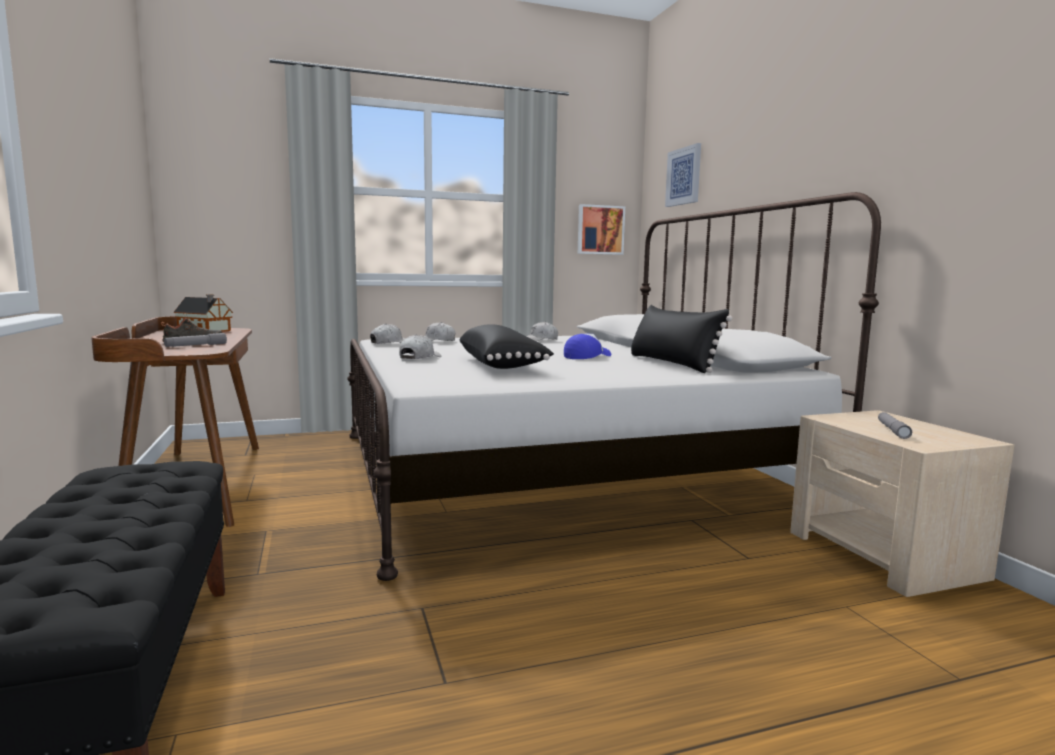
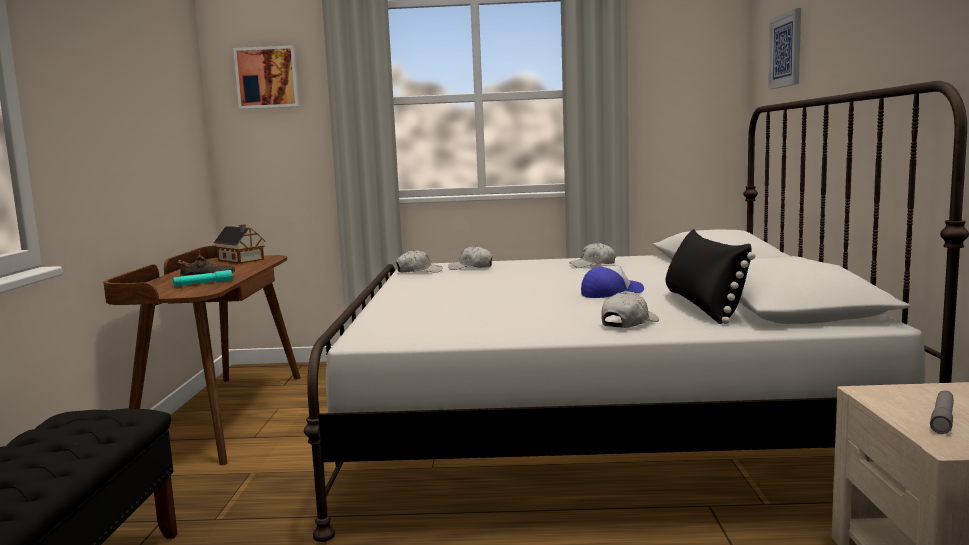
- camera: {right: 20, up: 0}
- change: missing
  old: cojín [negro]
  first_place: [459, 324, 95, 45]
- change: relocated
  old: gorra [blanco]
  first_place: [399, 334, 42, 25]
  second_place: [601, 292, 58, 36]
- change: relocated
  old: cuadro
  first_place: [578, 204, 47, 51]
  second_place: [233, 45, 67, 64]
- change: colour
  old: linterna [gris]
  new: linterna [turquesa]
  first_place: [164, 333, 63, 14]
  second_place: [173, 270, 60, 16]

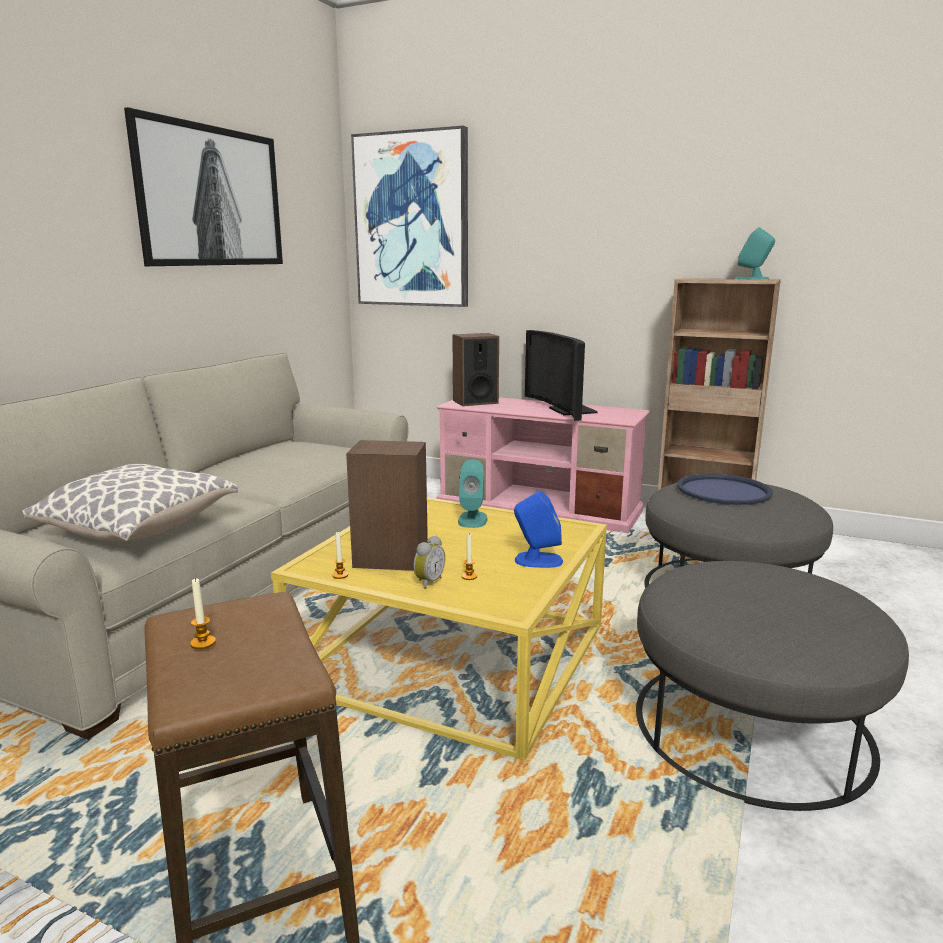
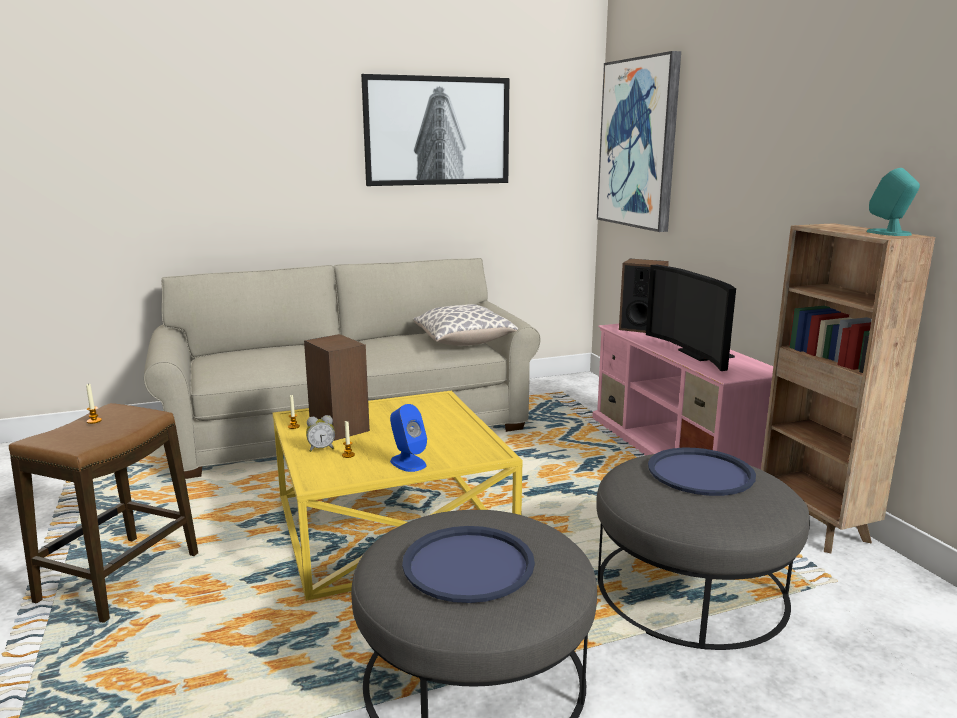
- camera: {right: 45, up: 0}
- change: missing
  old: altavoz [turquesa]
  first_place: [458, 459, 30, 69]
- change: appeared
  new: bandeja [azul]
  second_place: [402, 526, 133, 77]
- change: relocated
  old: cojín
  first_place: [22, 464, 216, 77]
  second_place: [413, 304, 105, 42]
- change: spun
  old: televisor
  first_place: [525, 330, 73, 91]
  second_place: [646, 265, 90, 106]
  degrees: -45

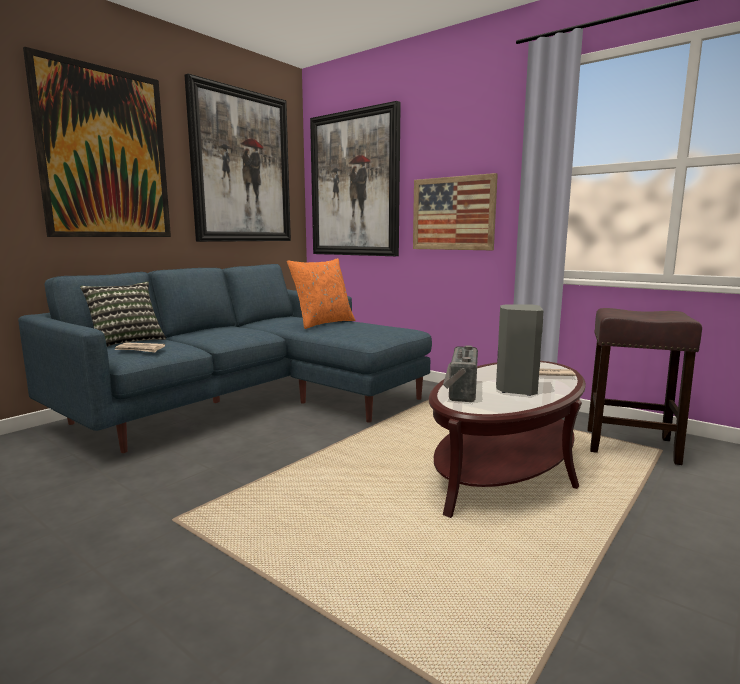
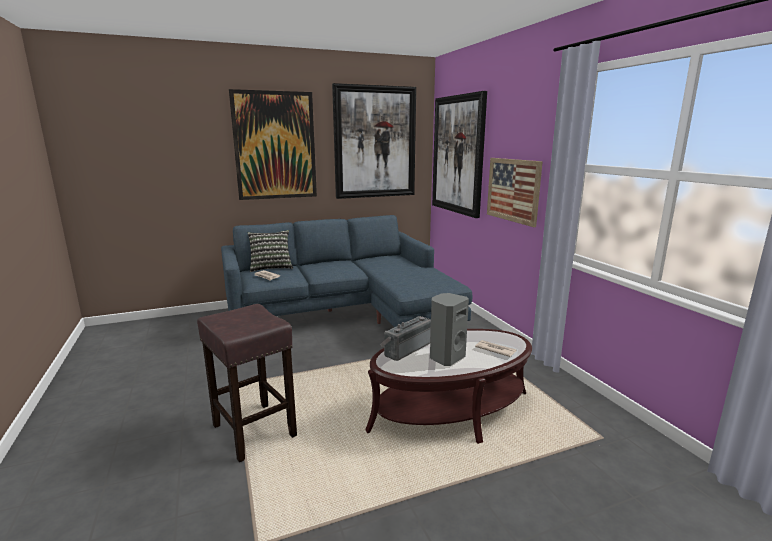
- camera: {right: 30, up: 5}
- change: missing
  old: cojín [naranja]
  first_place: [287, 258, 68, 71]
- change: relocated
  old: taburete [marrón]
  first_place: [587, 308, 115, 157]
  second_place: [197, 304, 100, 158]

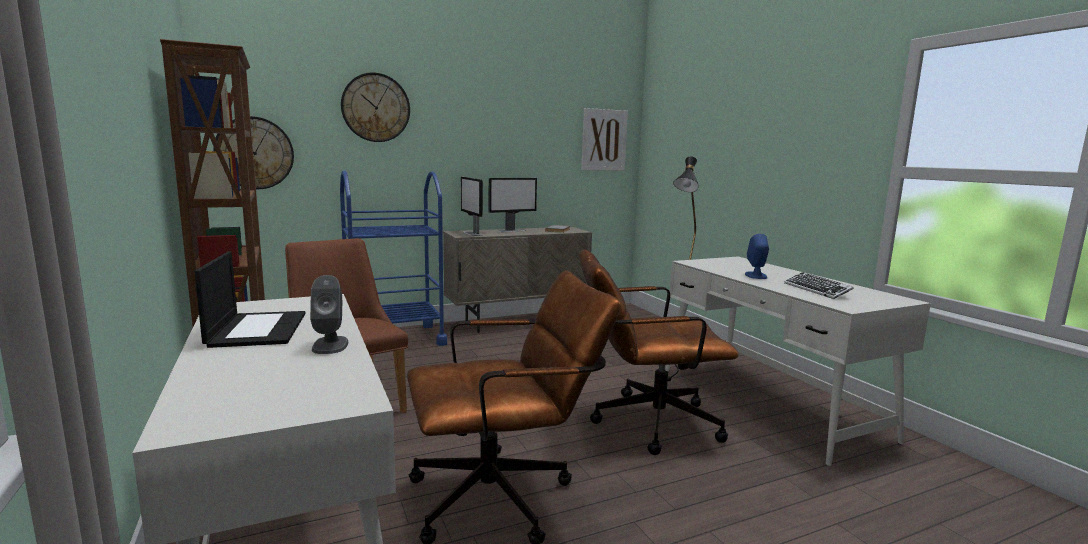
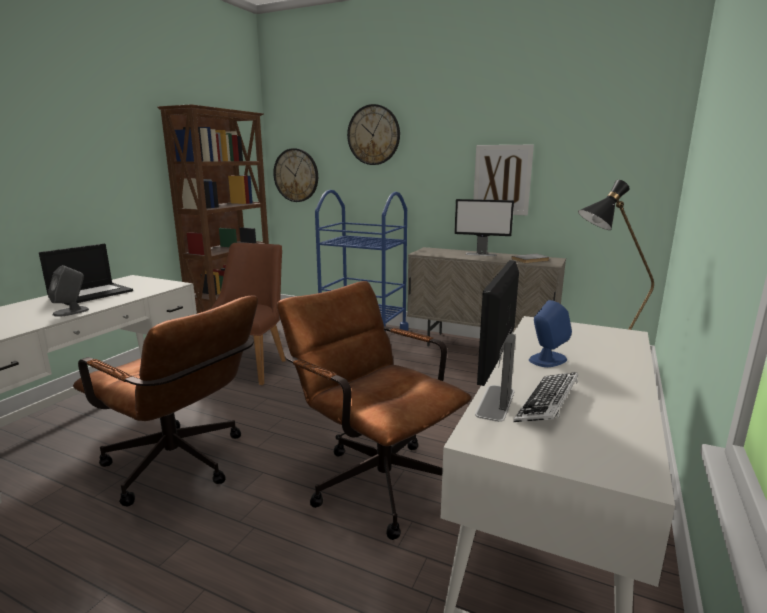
- camera: {right: 50, up: 5}
- change: relocated
  old: monitor
  first_place: [461, 177, 22, 59]
  second_place: [475, 260, 44, 162]
- change: relocated
  old: cuadro
  first_place: [581, 108, 47, 63]
  second_place: [473, 145, 61, 71]

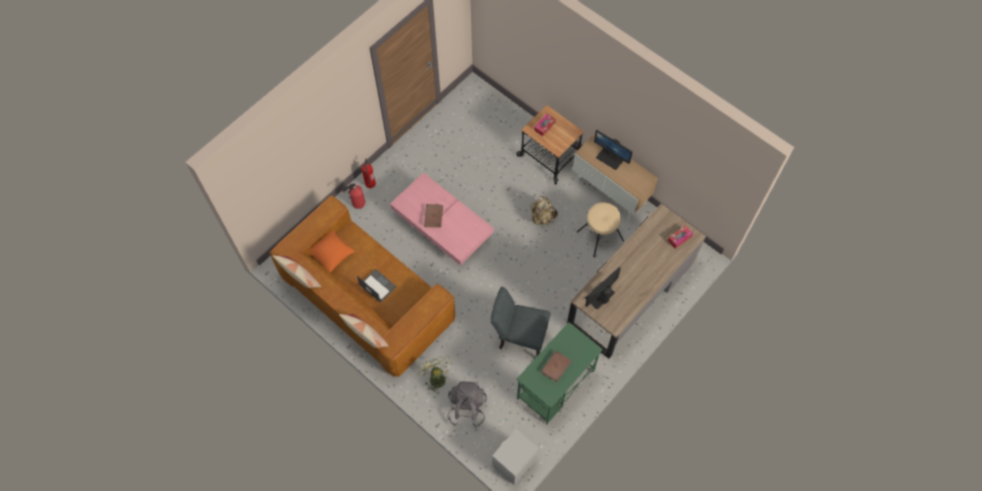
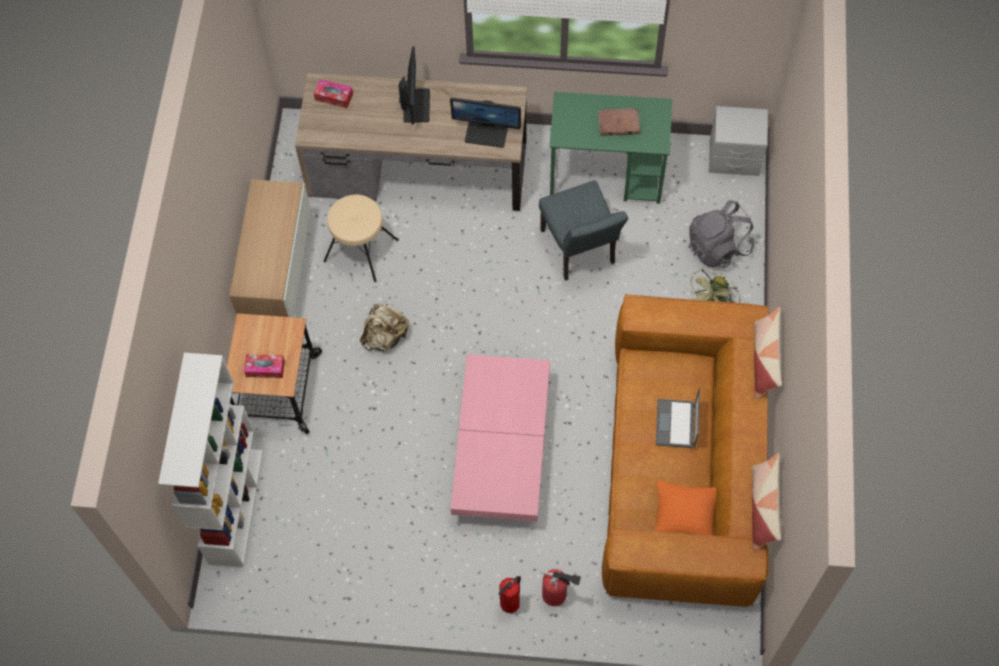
- camera: {right: -125, up: 0}
- change: missing
  old: libro [marrón]
  first_place: [424, 204, 19, 24]
- change: appeared
  new: estantería [blanco]
  second_place: [158, 353, 105, 215]
- change: relocated
  old: monitor
  first_place: [594, 130, 39, 40]
  second_place: [399, 46, 31, 78]

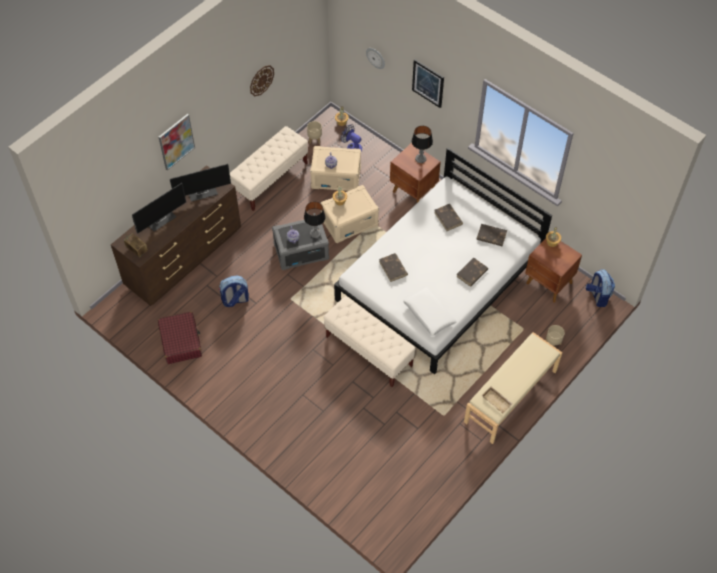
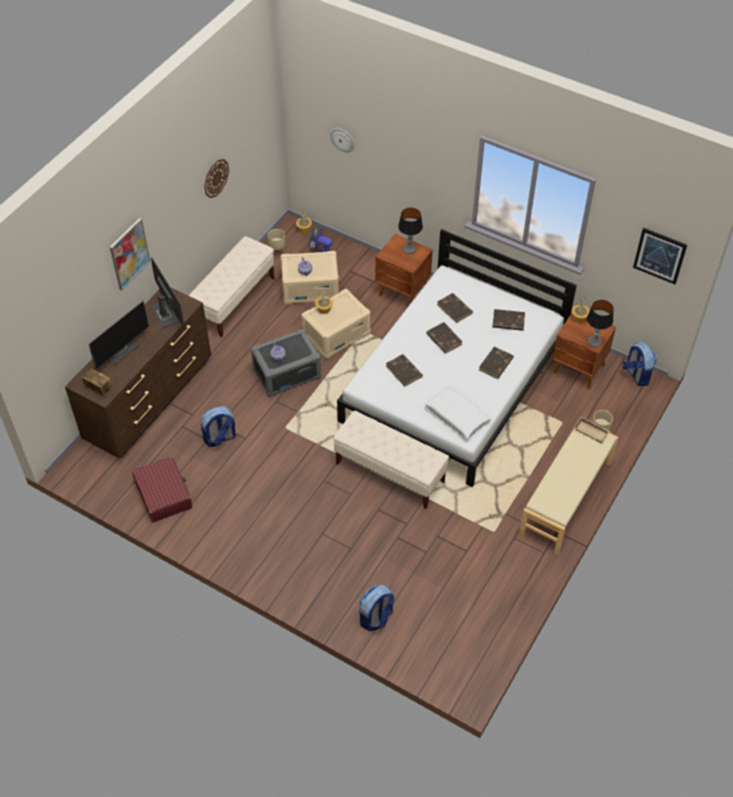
- camera: {right: -10, up: -5}
- change: appeared
  new: mochila
  second_place: [359, 585, 35, 46]
- change: appeared
  new: libro [marrón]
  second_place: [426, 322, 36, 32]
- change: relocated
  old: lámpara de mesa
  first_place: [304, 202, 22, 36]
  second_place: [587, 300, 27, 47]
- change: relocated
  old: cuadro
  first_place: [412, 59, 32, 49]
  second_place: [633, 228, 54, 56]
- change: relocated
  old: bandeja [beis]
  first_place: [482, 387, 30, 26]
  second_place: [574, 417, 36, 26]
- change: spun
  old: monitor
  first_place: [170, 164, 61, 38]
  second_place: [150, 258, 35, 71]
  degrees: -90

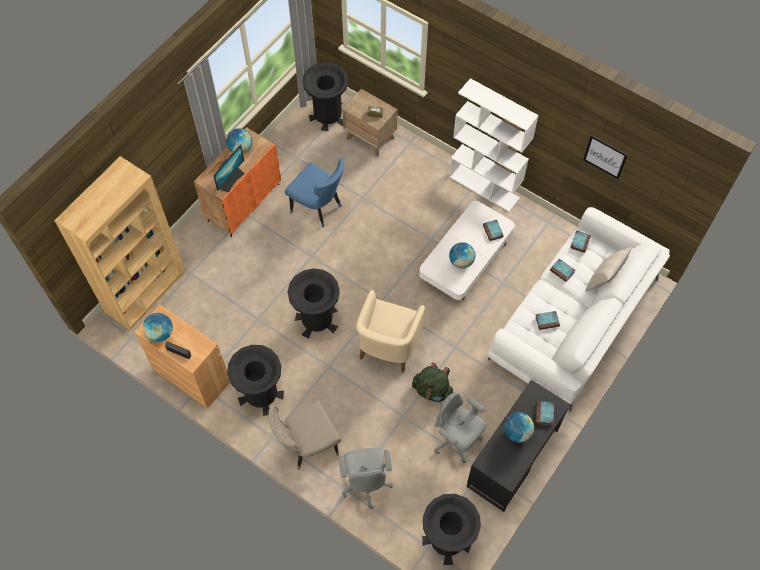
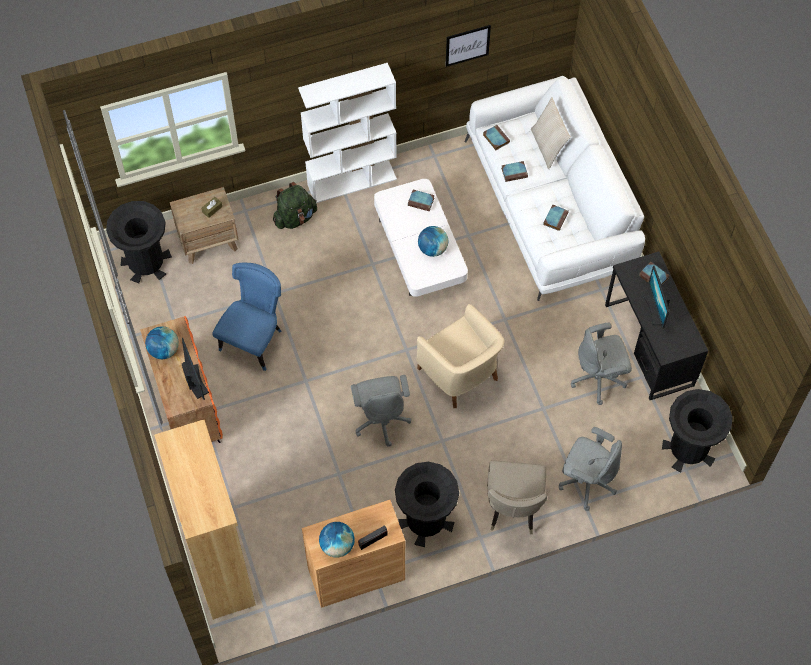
- camera: {right: -55, up: 0}
- change: relocated
  old: mochila [verde]
  first_place: [412, 362, 41, 40]
  second_place: [273, 182, 44, 47]
- change: exchanged
  old: papelera [negro]
  new: silla de oficina [gris]
  first_place: [288, 268, 52, 71]
  second_place: [351, 375, 60, 72]
- change: exchanged
  old: globo terráqueo
  new: monitor
  first_place: [504, 412, 30, 31]
  second_place: [644, 265, 26, 63]
- change: spun
  old: silla [azul]
  first_place: [285, 158, 59, 69]
  second_place: [212, 263, 69, 108]
  degrees: -45

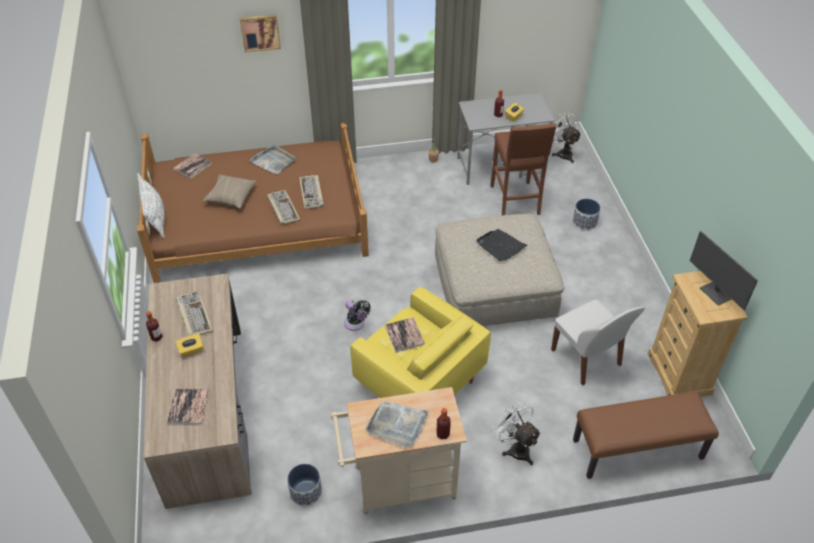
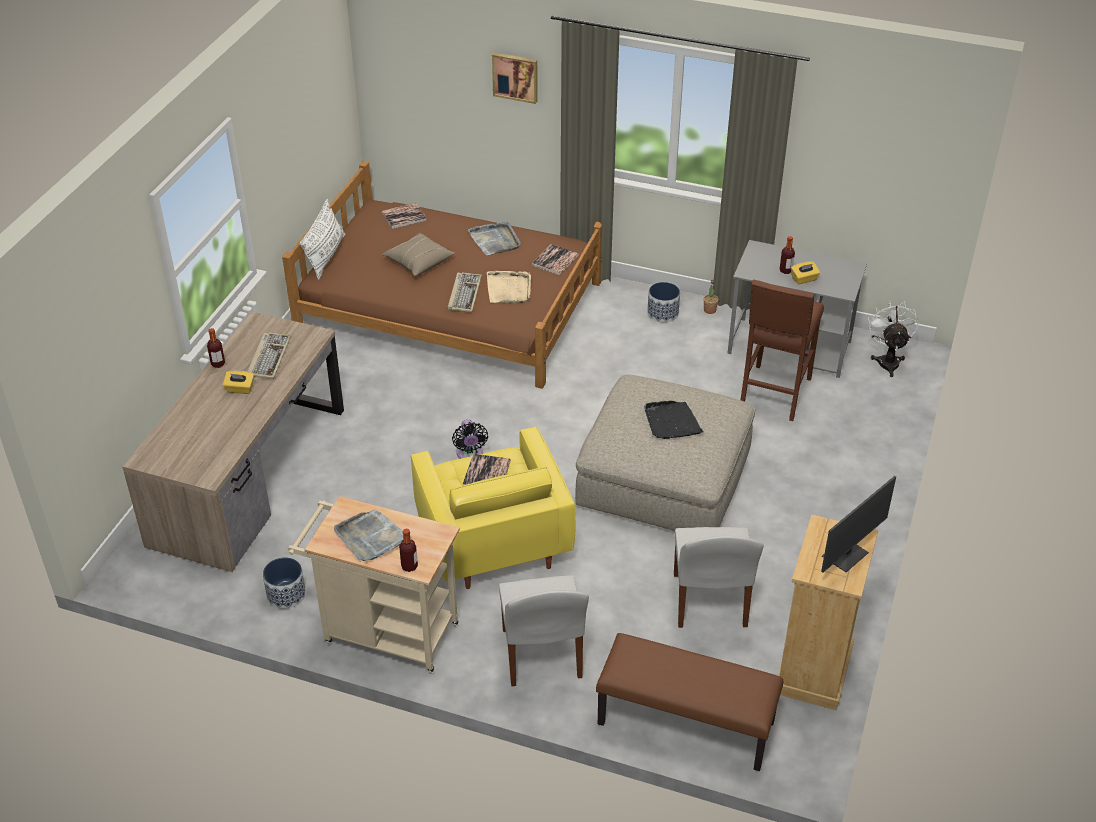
- camera: {right: 30, up: -5}
- change: relocated
  old: libro
  first_place: [167, 389, 43, 36]
  second_place: [532, 244, 47, 31]
- change: relocated
  old: maceta
  first_place: [573, 199, 28, 32]
  second_place: [647, 282, 33, 41]
- change: exchanged
  old: teclado
  new: bandeja [beis]
  first_place: [299, 175, 25, 34]
  second_place: [487, 271, 44, 32]
- change: exchanged
  old: ventilador [blanco]
  new: silla [blanco]
  first_place: [492, 401, 49, 64]
  second_place: [499, 575, 90, 111]
- change: spun
  old: monitor
  first_place: [690, 231, 68, 79]
  second_place: [821, 476, 75, 97]
  degrees: -135

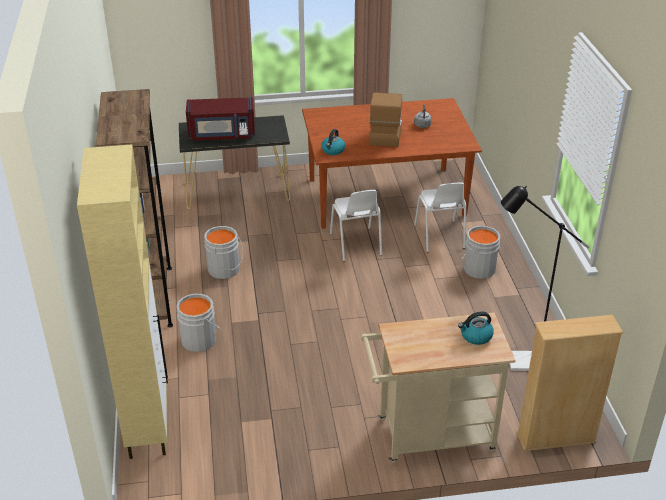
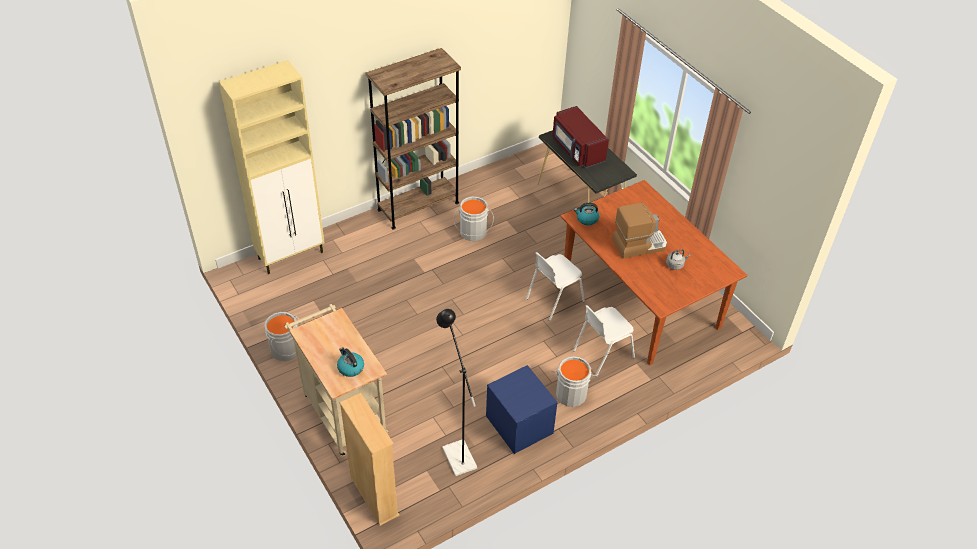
- camera: {right: 65, up: 10}
- change: appeared
  new: mesita de noche [azul]
  second_place: [486, 365, 72, 89]
- change: relocated
  old: cubo [gris]
  first_place: [176, 294, 45, 58]
  second_place: [264, 312, 38, 49]

